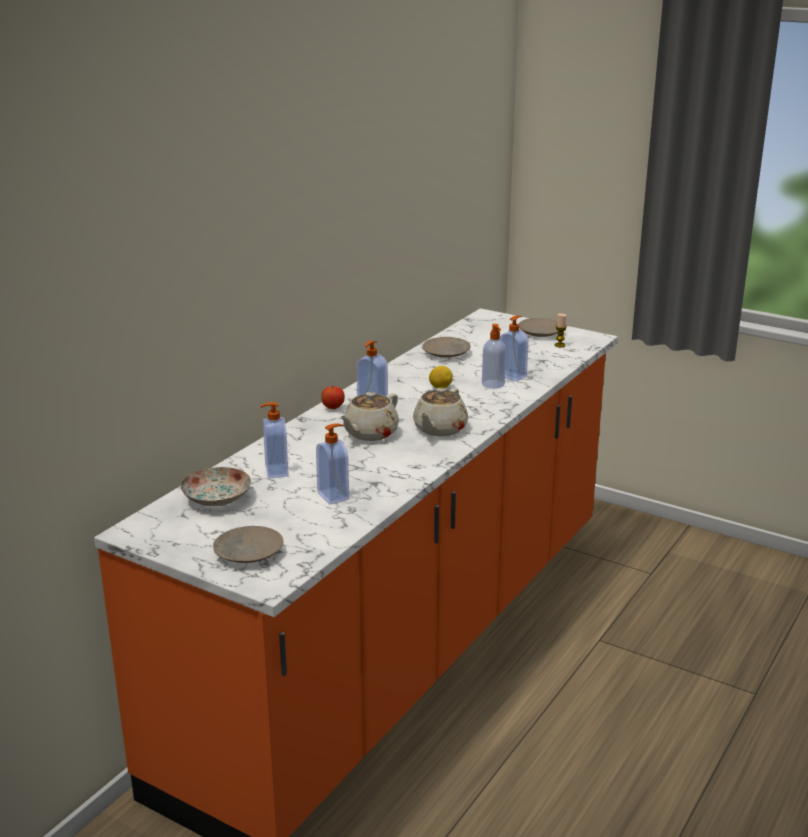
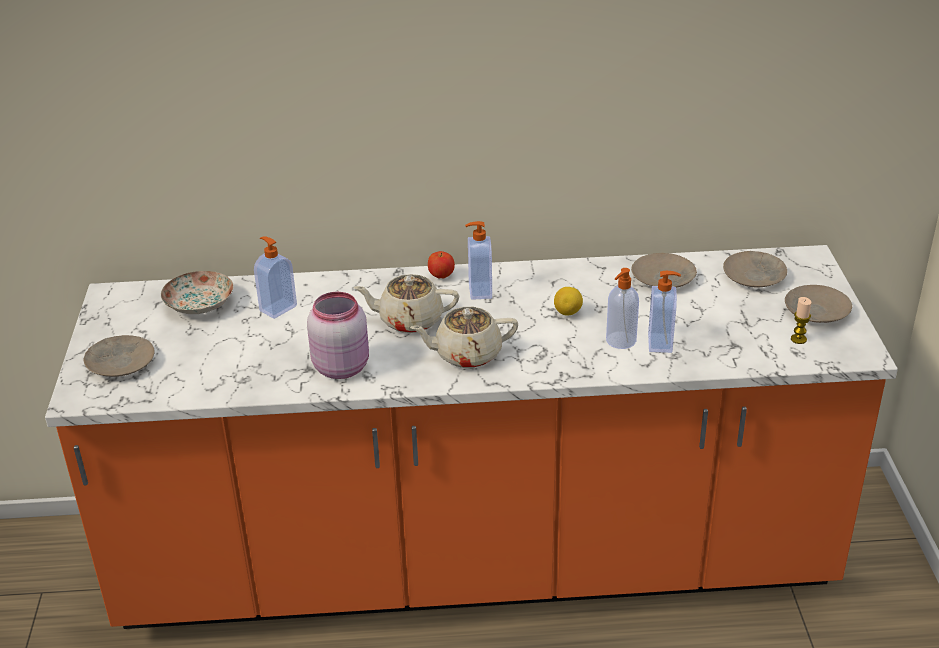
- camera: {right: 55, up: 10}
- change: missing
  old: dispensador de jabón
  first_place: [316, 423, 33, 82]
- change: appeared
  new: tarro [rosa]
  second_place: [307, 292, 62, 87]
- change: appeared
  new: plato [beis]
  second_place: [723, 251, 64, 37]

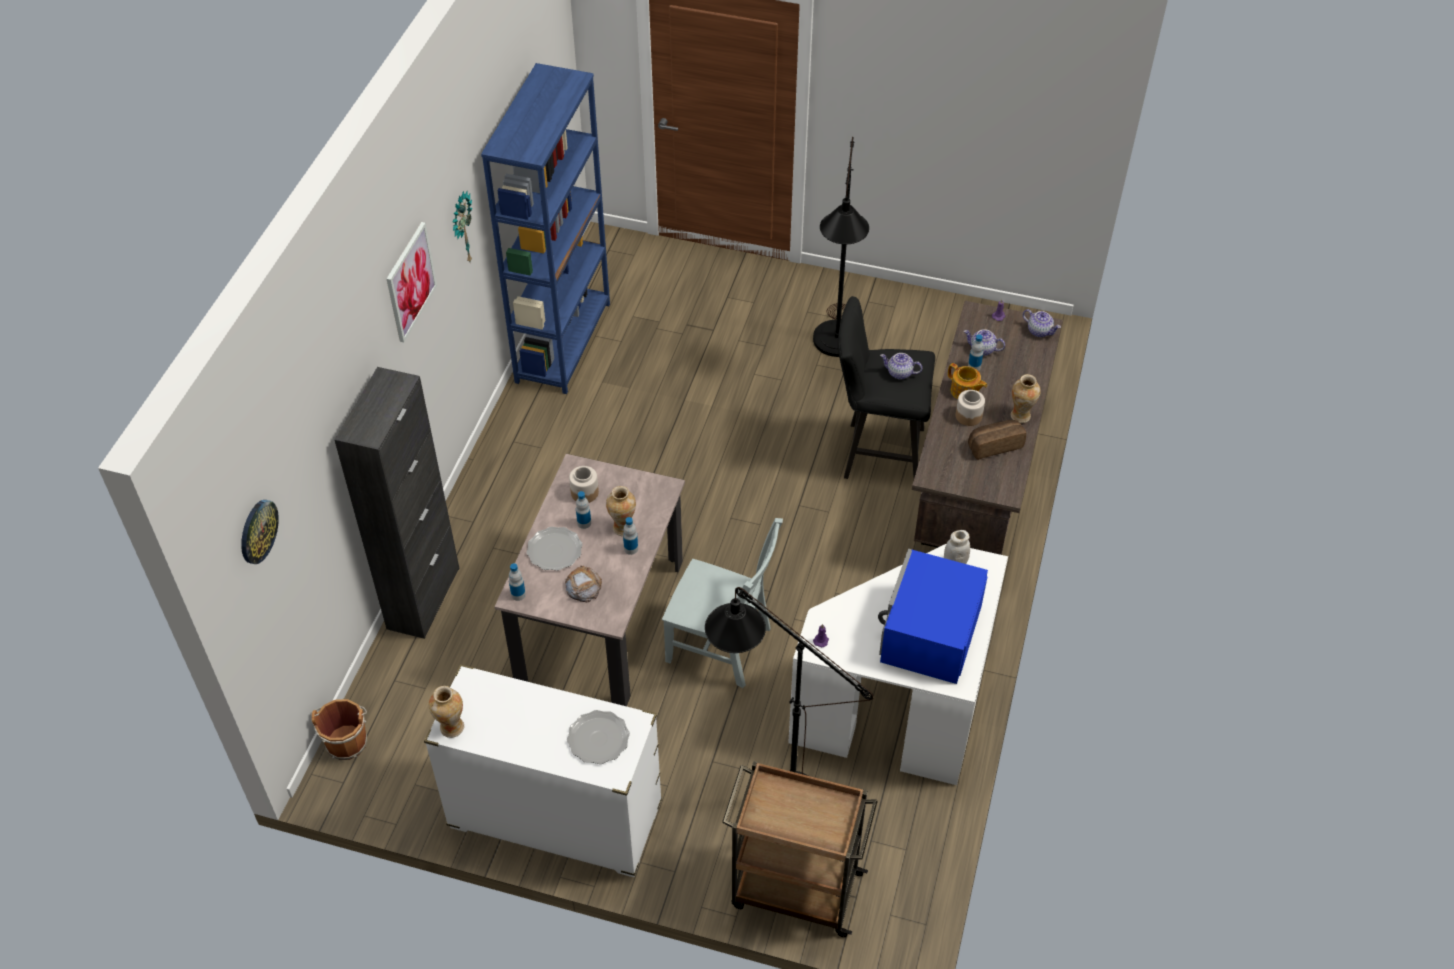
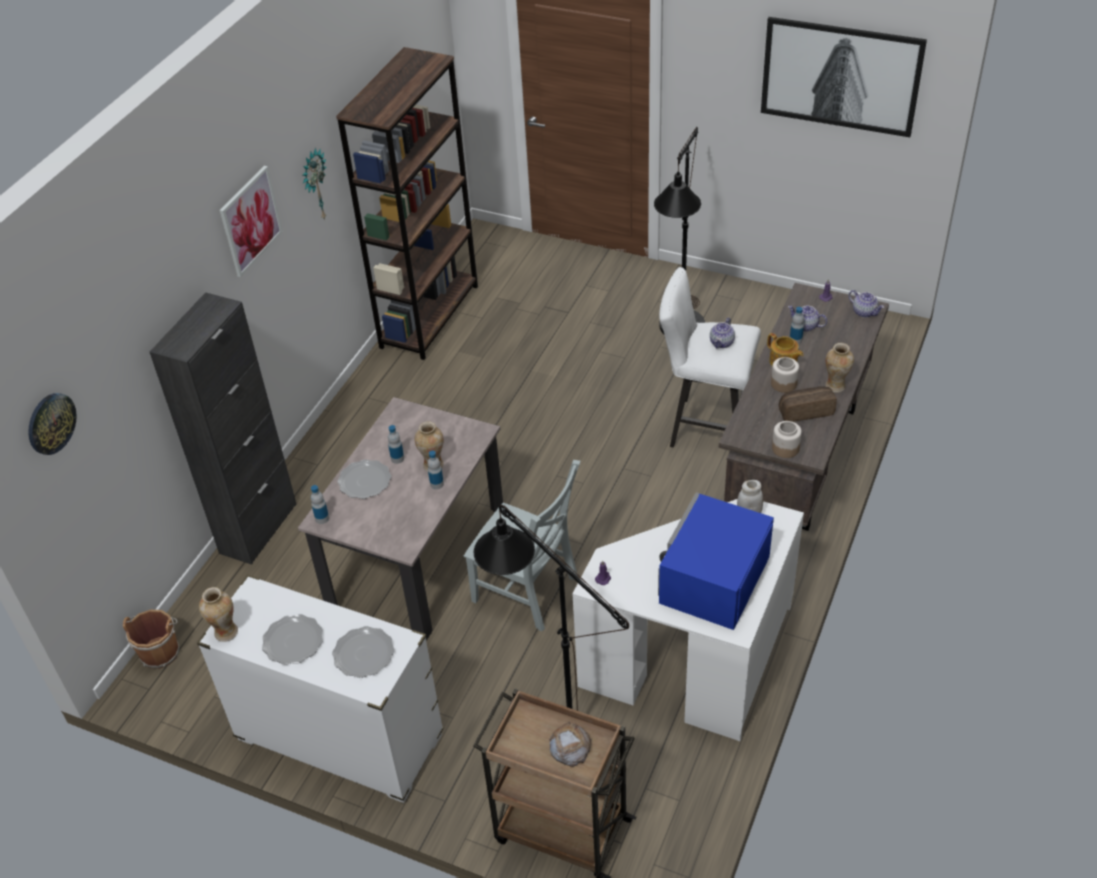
- camera: {right: 10, up: -5}
- change: appeared
  new: plato
  second_place: [262, 614, 61, 51]
- change: appeared
  new: cuadro
  second_place: [761, 17, 166, 120]
- change: relocated
  old: pan
  first_place: [565, 566, 37, 37]
  second_place: [549, 721, 43, 46]
- change: relocated
  old: tarro
  first_place: [569, 466, 30, 37]
  second_place: [772, 421, 30, 37]
- change: colour
  old: estantería [azul]
  new: estantería [marrón]
  first_place: [481, 63, 129, 331]
  second_place: [336, 47, 142, 313]
- change: colour
  old: taburete [negro]
  new: taburete [blanco]
  first_place: [838, 296, 97, 183]
  second_place: [659, 267, 102, 181]
- change: spun
  old: tetera
  first_place: [880, 353, 42, 27]
  second_place: [710, 318, 25, 30]
  degrees: -90

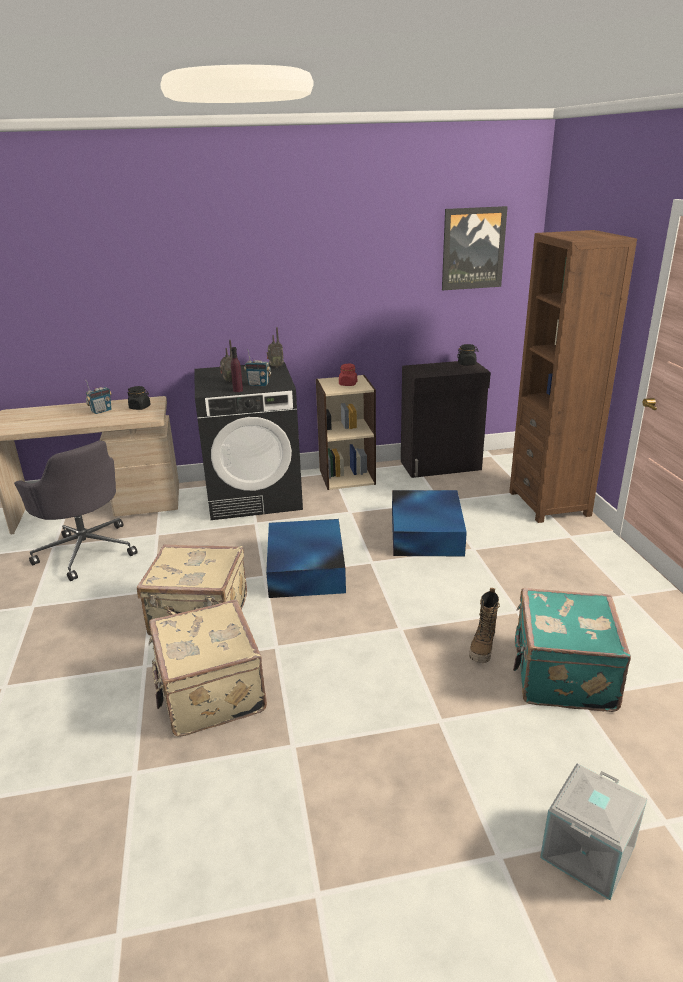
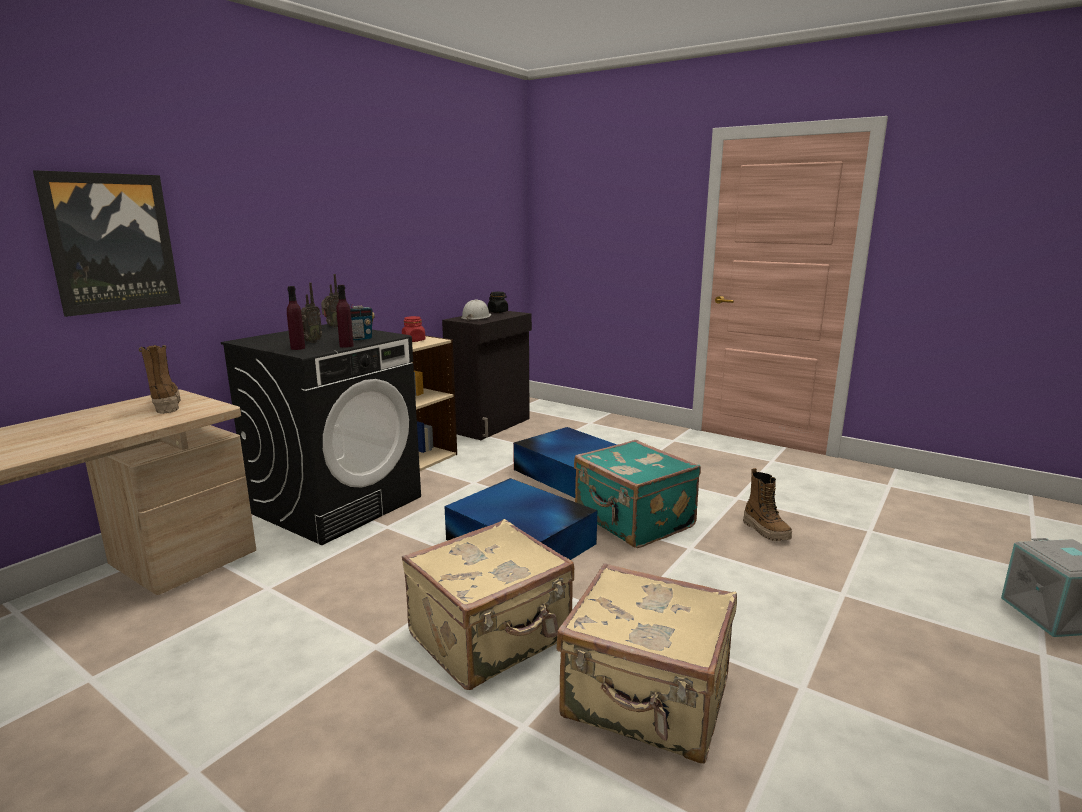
- camera: {right: -45, up: -10}
- change: missing
  old: silla de oficina [gris]
  first_place: [14, 440, 124, 141]
- change: missing
  old: radio
  first_place: [85, 380, 27, 34]
- change: missing
  old: estantería [marrón]
  first_place: [509, 230, 128, 293]
- change: appeared
  new: botella [morado]
  second_place: [287, 286, 18, 64]
- change: appeared
  new: casco [blanco]
  second_place: [461, 299, 30, 21]
- change: relocated
  old: cuadro
  first_place: [442, 206, 66, 84]
  second_place: [33, 170, 148, 147]
- change: relocated
  old: maleta [turquesa]
  first_place: [513, 588, 118, 124]
  second_place: [574, 440, 127, 108]
- change: exchanged
  old: tarro [negro]
  new: bota
  first_place: [127, 386, 24, 24]
  second_place: [139, 345, 42, 69]

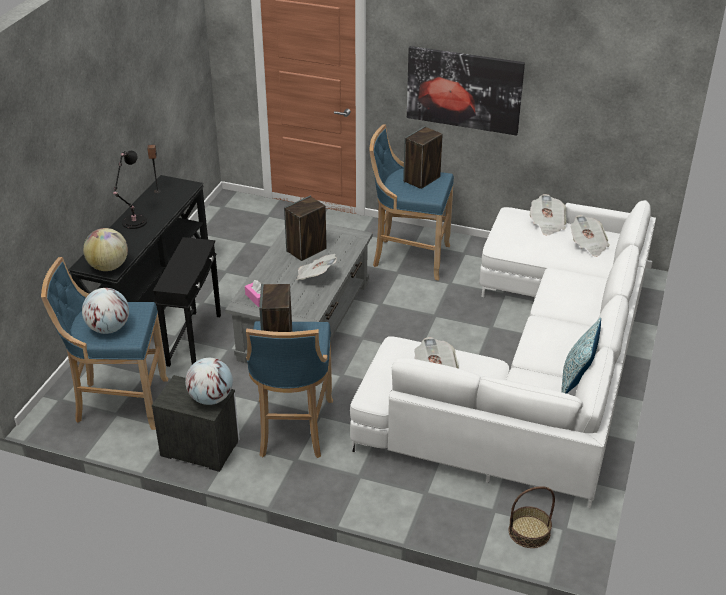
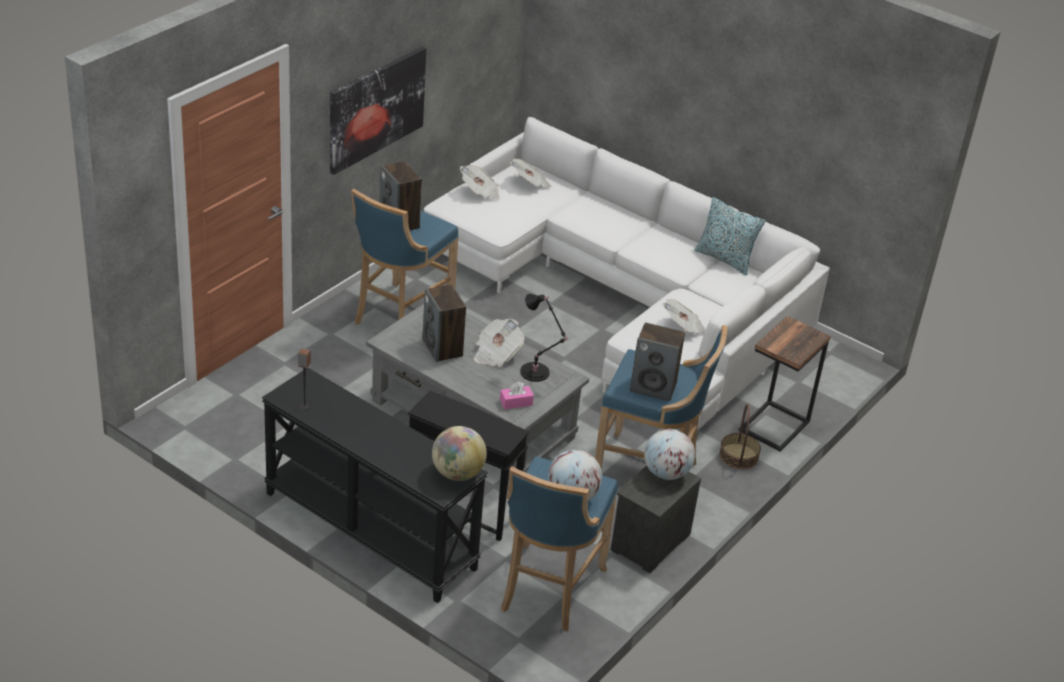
- camera: {right: -75, up: 0}
- change: appeared
  new: mesa auxiliar
  second_place: [739, 316, 92, 136]
- change: relocated
  old: lámpara de mesa [negro]
  first_place: [113, 151, 34, 78]
  second_place: [520, 294, 50, 88]
- change: relocated
  old: cesta
  first_place: [509, 486, 46, 62]
  second_place: [719, 404, 42, 65]

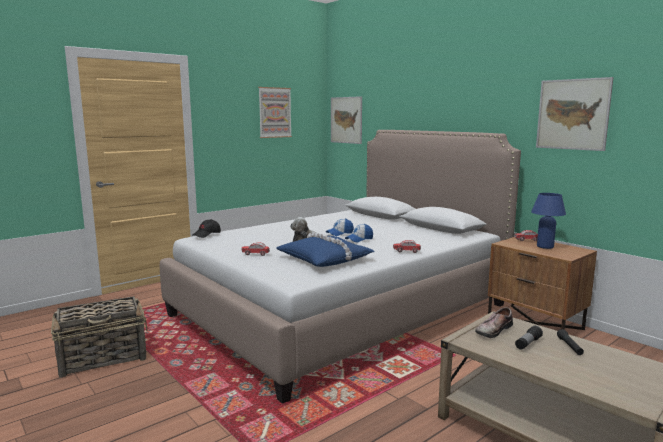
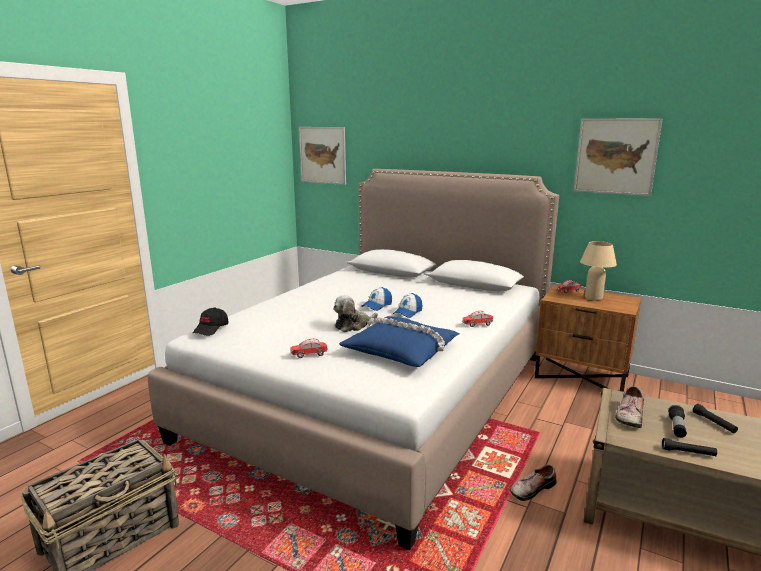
- camera: {right: -20, up: 5}
- change: missing
  old: cuadro
  first_place: [258, 87, 34, 51]
- change: appeared
  new: zapato
  second_place: [510, 465, 47, 36]
- change: appeared
  new: linterna [negro]
  second_place: [662, 438, 55, 18]
- change: colour
  old: lámpara de mesa [azul]
  new: lámpara de mesa [beis]
  first_place: [531, 193, 35, 56]
  second_place: [580, 241, 37, 60]

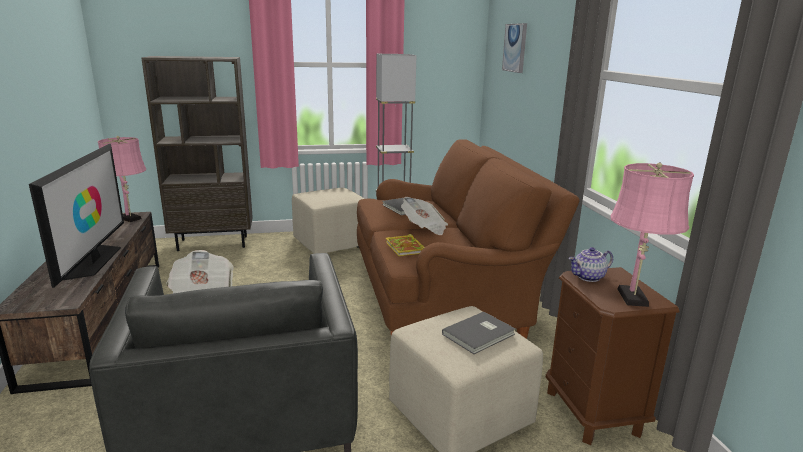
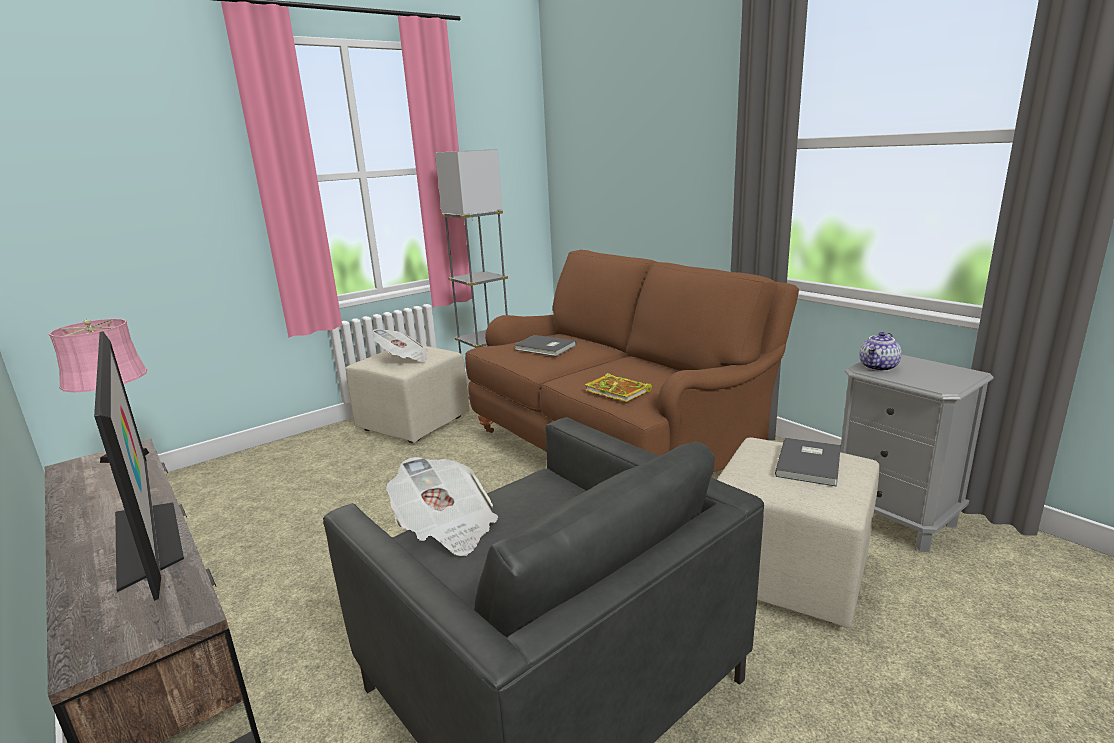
- camera: {right: -25, up: 0}
- change: missing
  old: estantería [marrón]
  first_place: [141, 56, 112, 195]
- change: missing
  old: cuadro
  first_place: [502, 23, 25, 50]
- change: missing
  old: lámpara de mesa [rosa]
  first_place: [610, 163, 84, 144]
- change: relocated
  old: periódico
  first_place: [401, 197, 47, 38]
  second_place: [373, 329, 55, 33]
- change: colour
  old: mesita de noche [marrón]
  new: mesita de noche [gris]
  first_place: [546, 267, 134, 178]
  second_place: [840, 354, 154, 198]

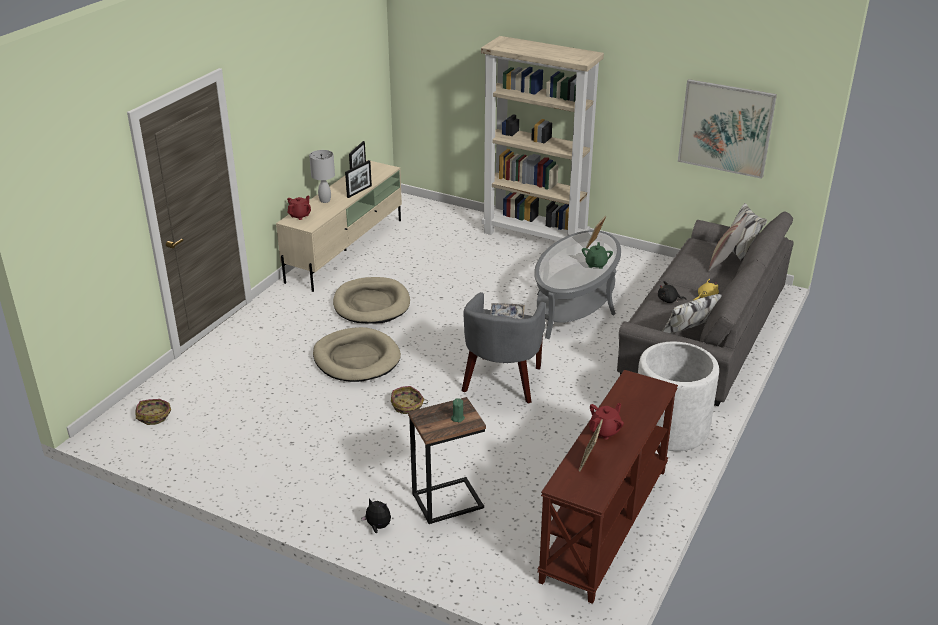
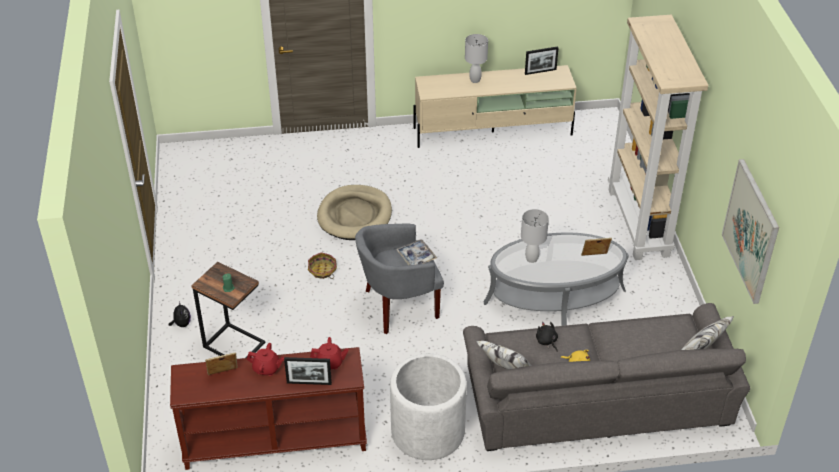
- camera: {right: 55, up: 10}
- change: missing
  old: cesta
  first_place: [135, 399, 36, 26]
- change: missing
  old: cama para perro [beis]
  first_place: [333, 277, 77, 47]
- change: missing
  old: tetera [verde]
  first_place: [582, 242, 31, 27]
- change: missing
  old: cojín
  first_place: [708, 214, 39, 58]
- change: appeared
  new: lámpara de mesa [blanco]
  second_place: [521, 209, 28, 54]
- change: relocated
  old: tetera [rojo]
  first_place: [287, 196, 24, 24]
  second_place: [310, 337, 39, 32]
- change: relocated
  old: portarretratos
  first_place: [345, 160, 27, 38]
  second_place: [284, 357, 48, 28]

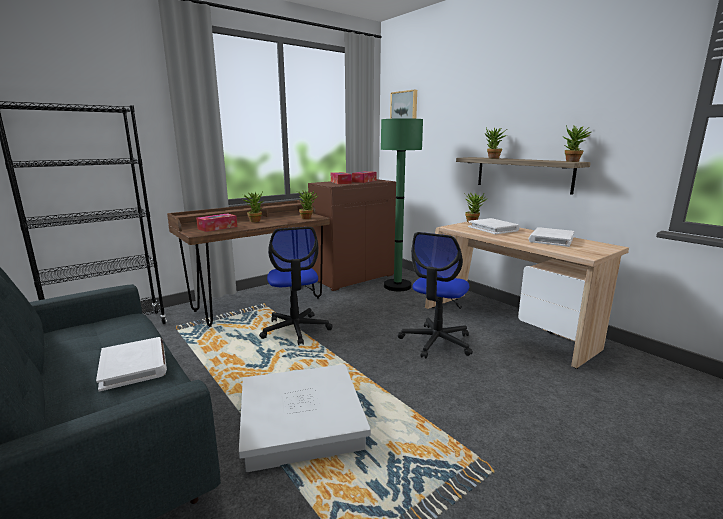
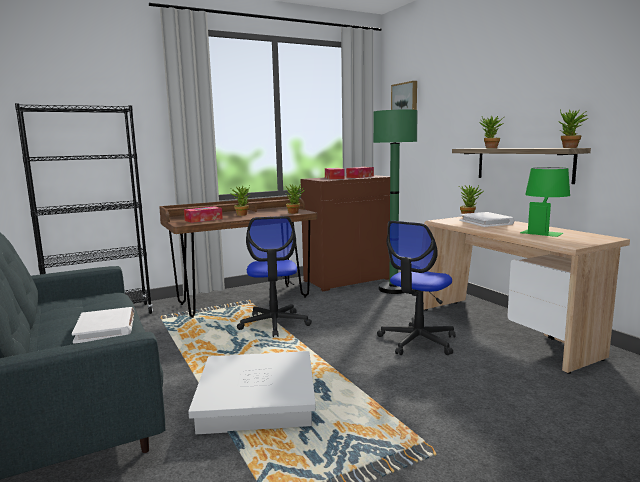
- camera: {right: 10, up: -5}
- change: exchanged
  old: libro [blanco]
  new: lámpara de mesa [verde]
  first_place: [529, 227, 45, 20]
  second_place: [520, 167, 50, 70]

